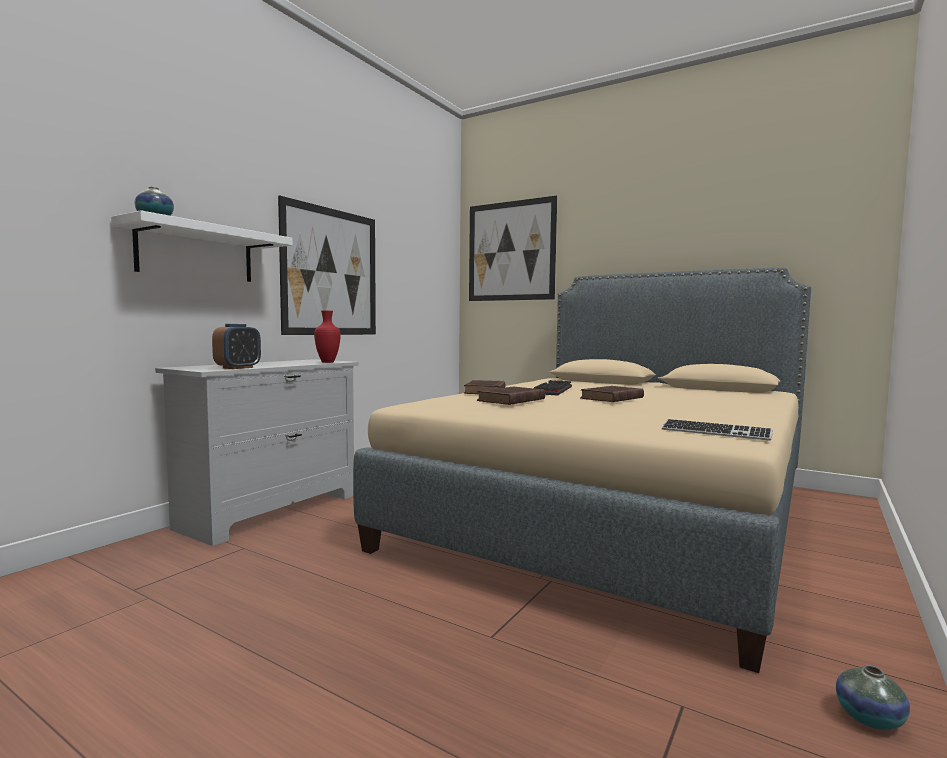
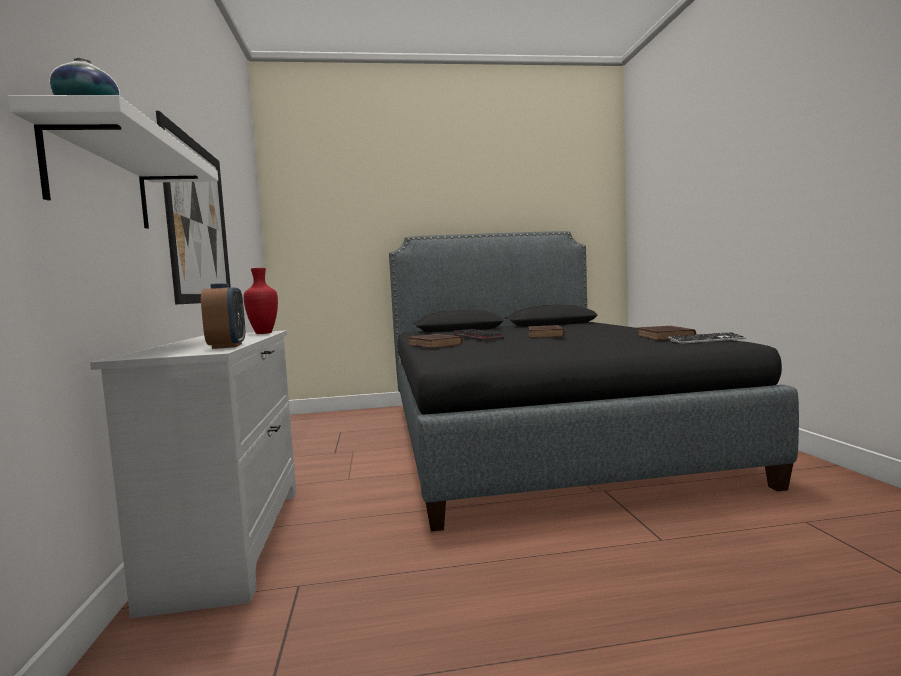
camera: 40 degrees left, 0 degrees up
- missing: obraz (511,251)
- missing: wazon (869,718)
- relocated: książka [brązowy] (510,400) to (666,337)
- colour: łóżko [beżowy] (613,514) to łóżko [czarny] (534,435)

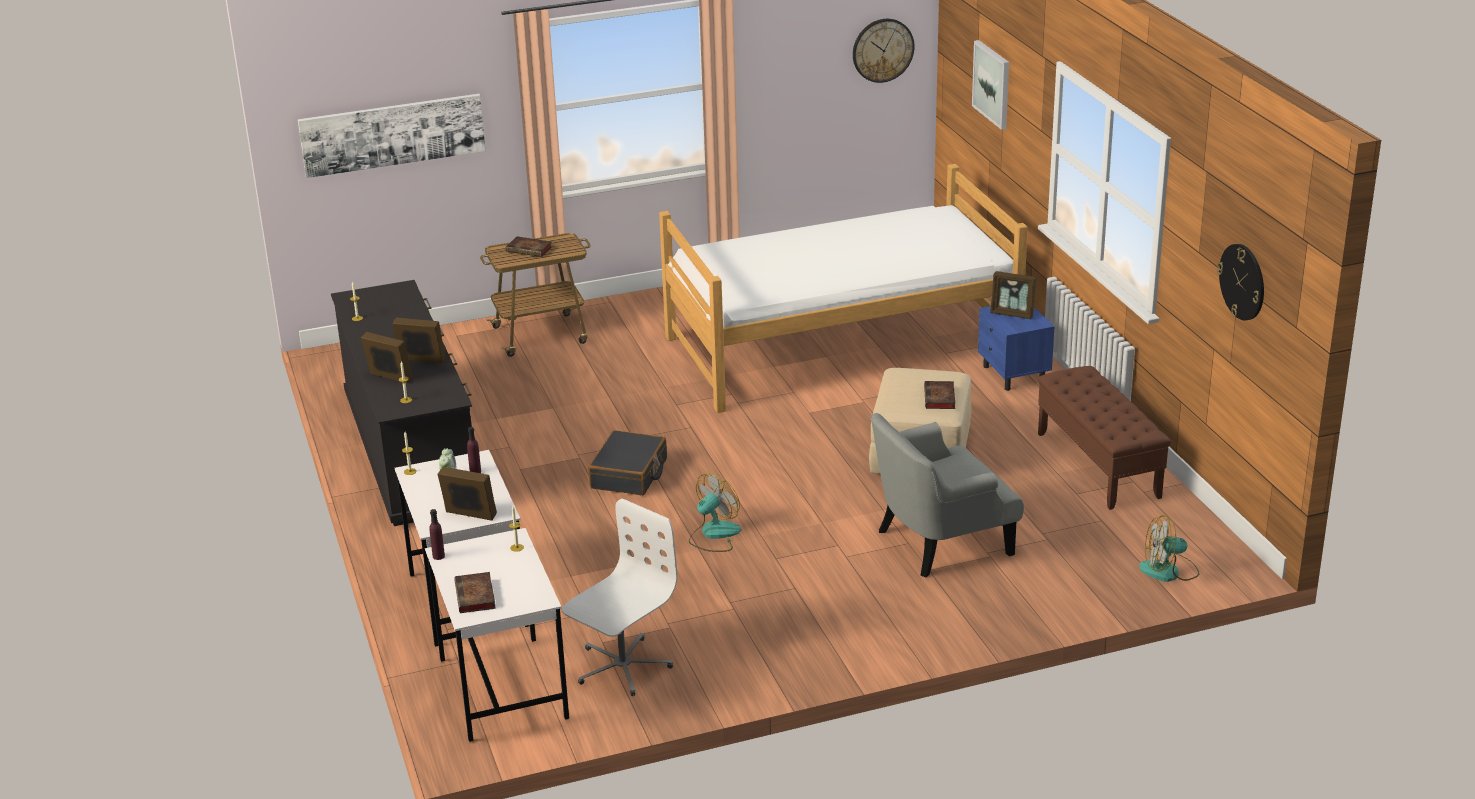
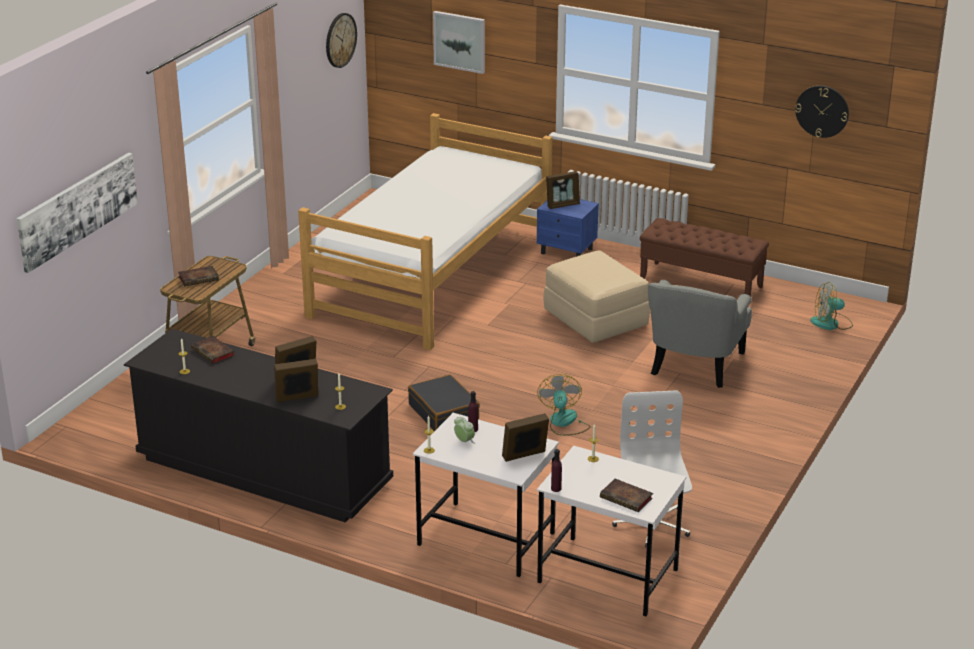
camera: 45 degrees left, 0 degrees up
- relocated: książka (940,398) to (214,353)
- spun: wentylator (1169,571) = (831,323) 45 degrees clockwise

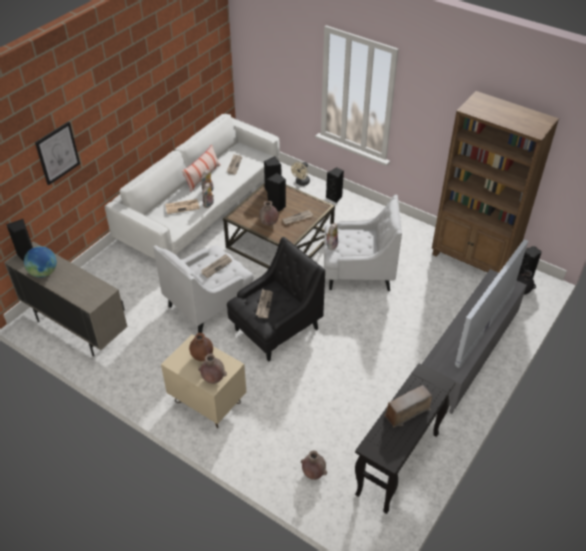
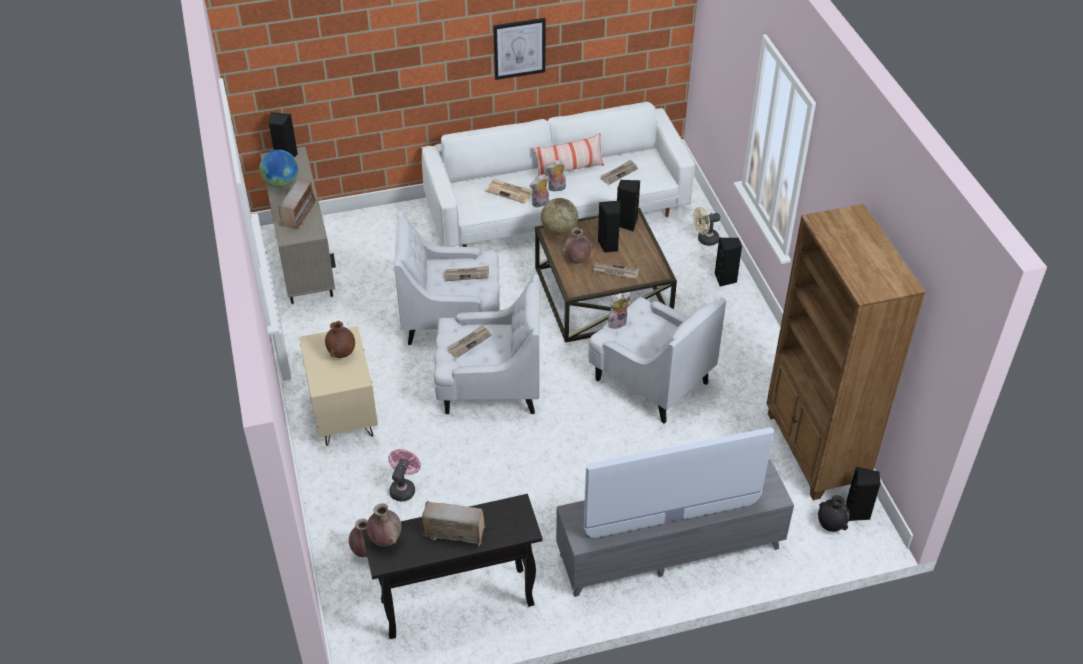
camera: 40 degrees right, 0 degrees up
- appeared: radio (298,214)
- appeared: wentylator [różowy] (404,488)
- appeared: globus (559,231)
- relocated: obraz (57,153) to (519,48)
- relocated: wazon [brązowy] (213,379) to (385,539)
- colour: fotel [czarny] (276,330) to fotel [biały] (489,387)

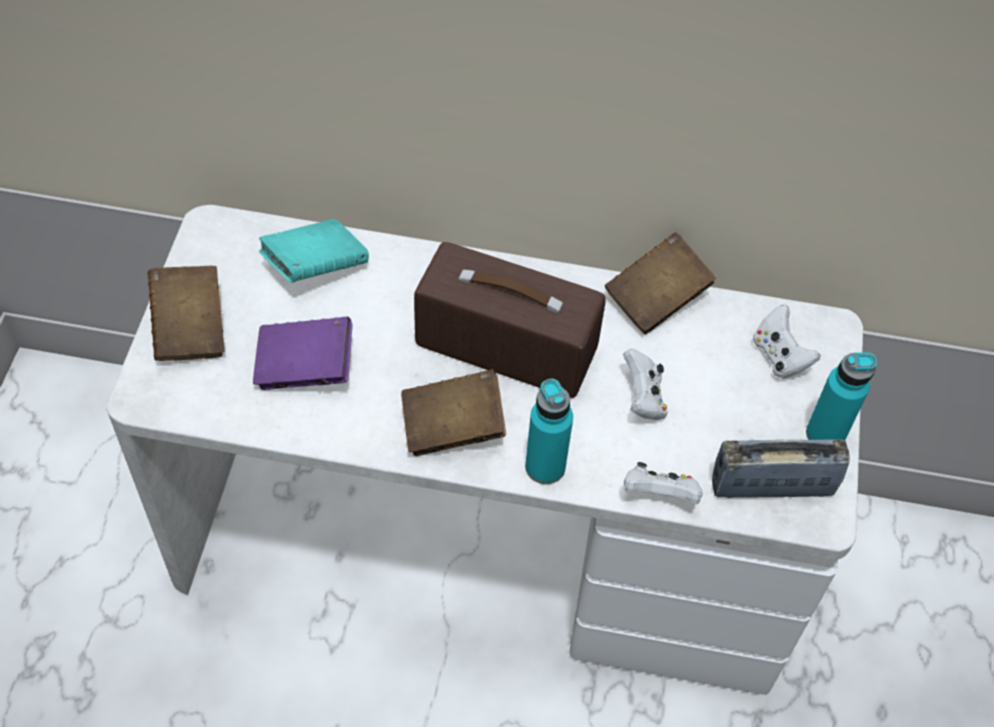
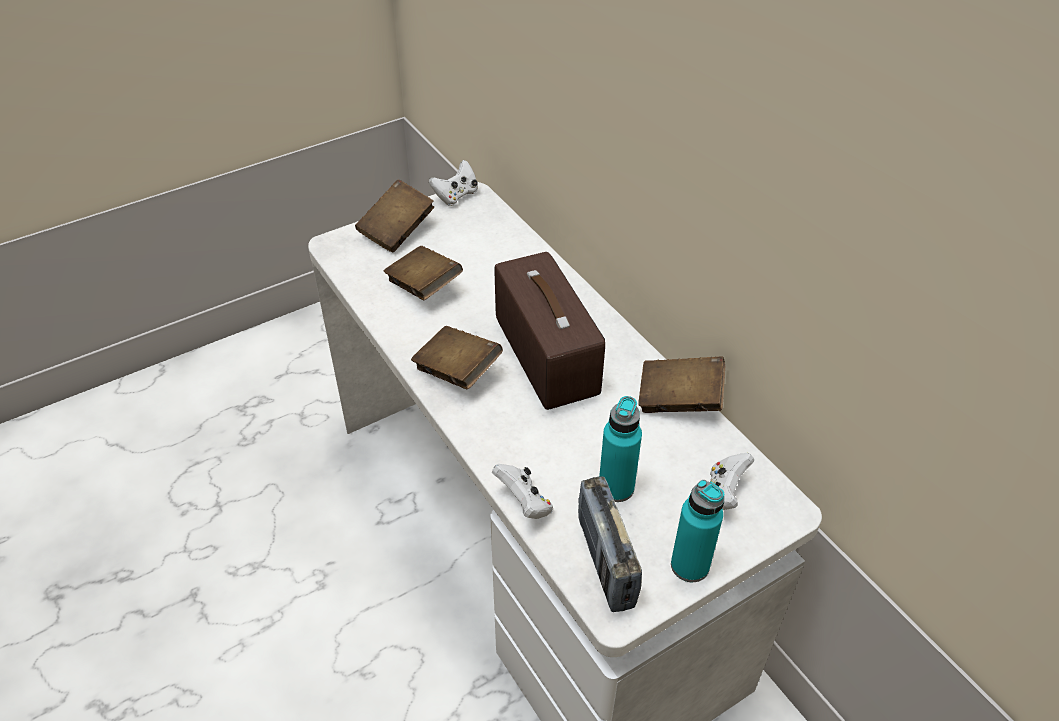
camera: 50 degrees right, 10 degrees down
- missing: książka [turkusowy] (315,266)
- relocated: butelka [turkusowy] (545,467) to (616,487)
- relocated: pad do gier [biały] (643,398) to (456,196)
- colour: książka [fioletowy] (305,368) to książka [brązowy] (424,287)
- spun: radio (771,487) = (605,562) 150 degrees counterclockwise

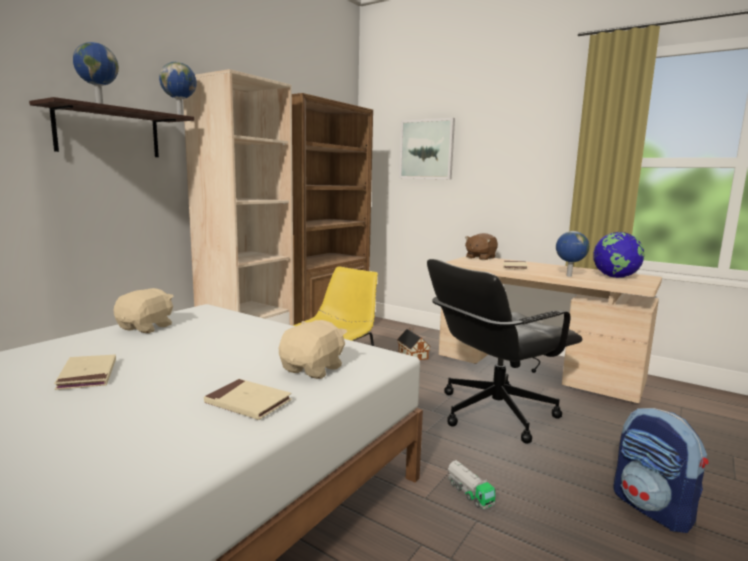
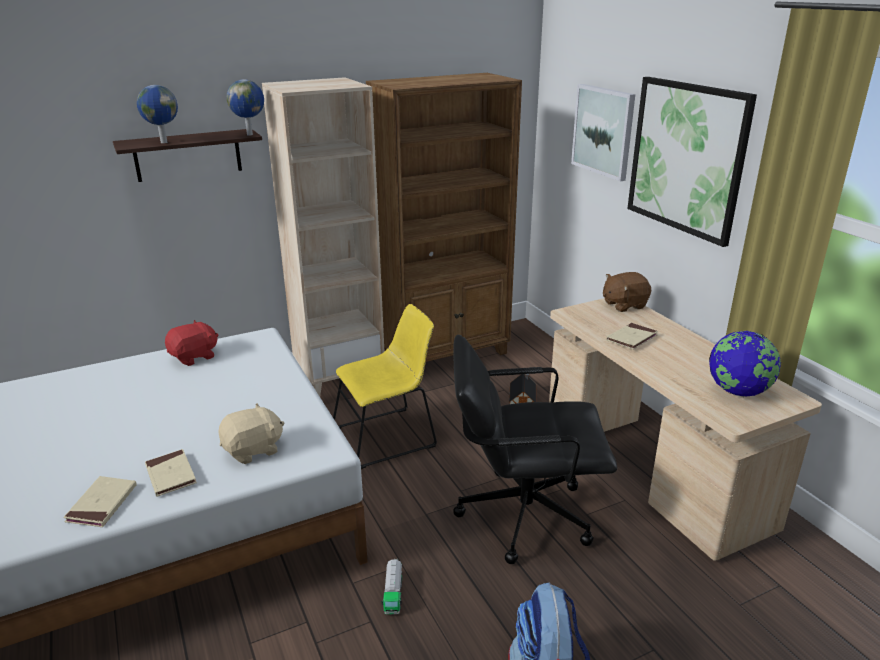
camera: 30 degrees right, 15 degrees up
- missing: globus (568,276)
- appeared: obraz (686,158)
- relocated: książka [beżowy] (87,375) to (102,504)
- colour: pluszak [beżowy] (147,327) to pluszak [czerwony] (194,357)

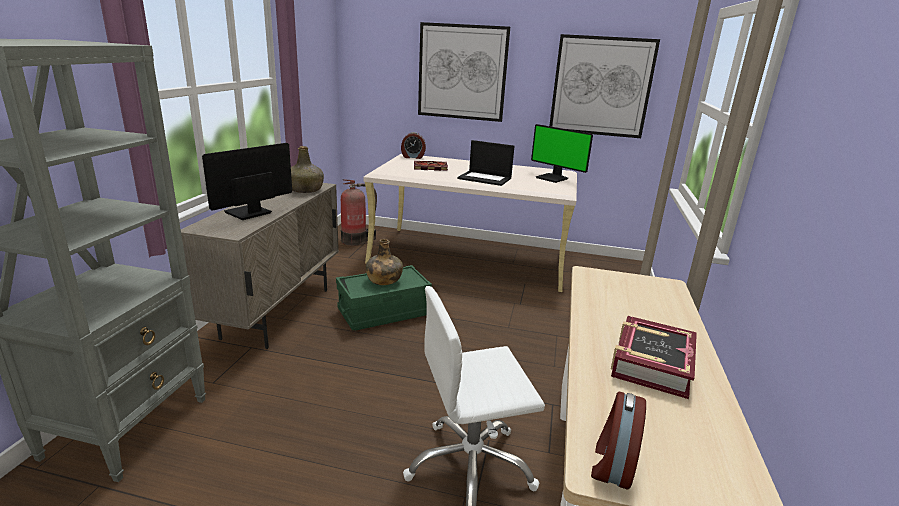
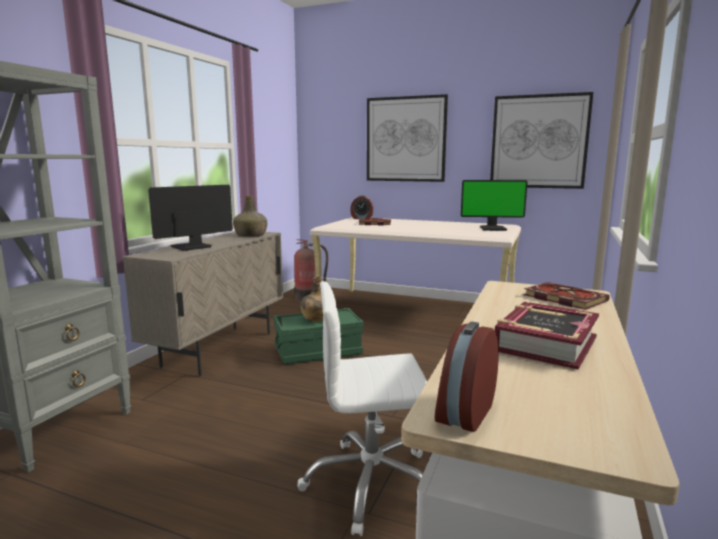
camera: 10 degrees right, 10 degrees down
- missing: laptop (485,178)
- appeared: książka (562,298)
- spun: monitor (553,178) = (493,228) 45 degrees counterclockwise

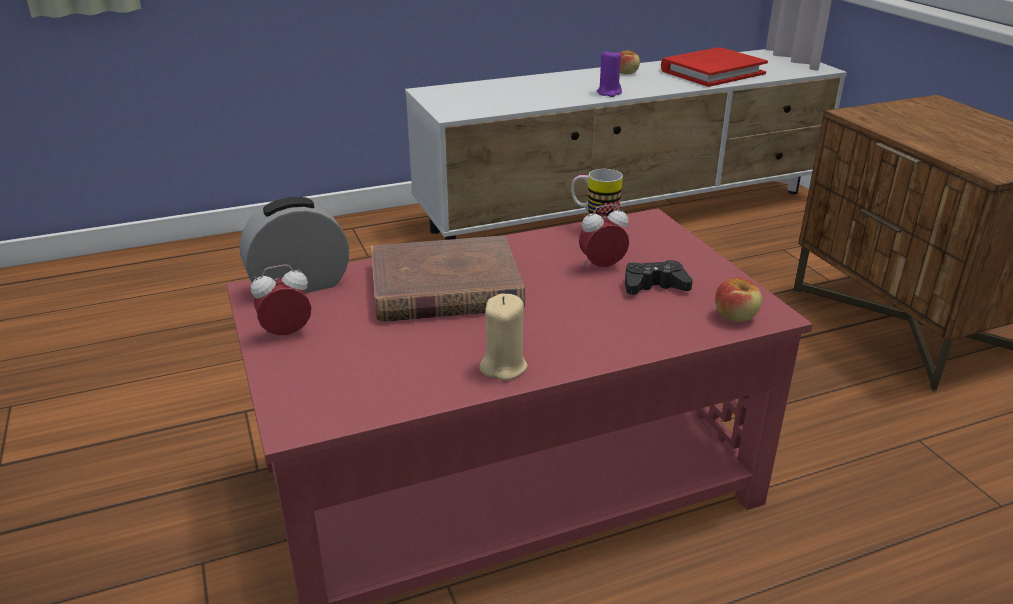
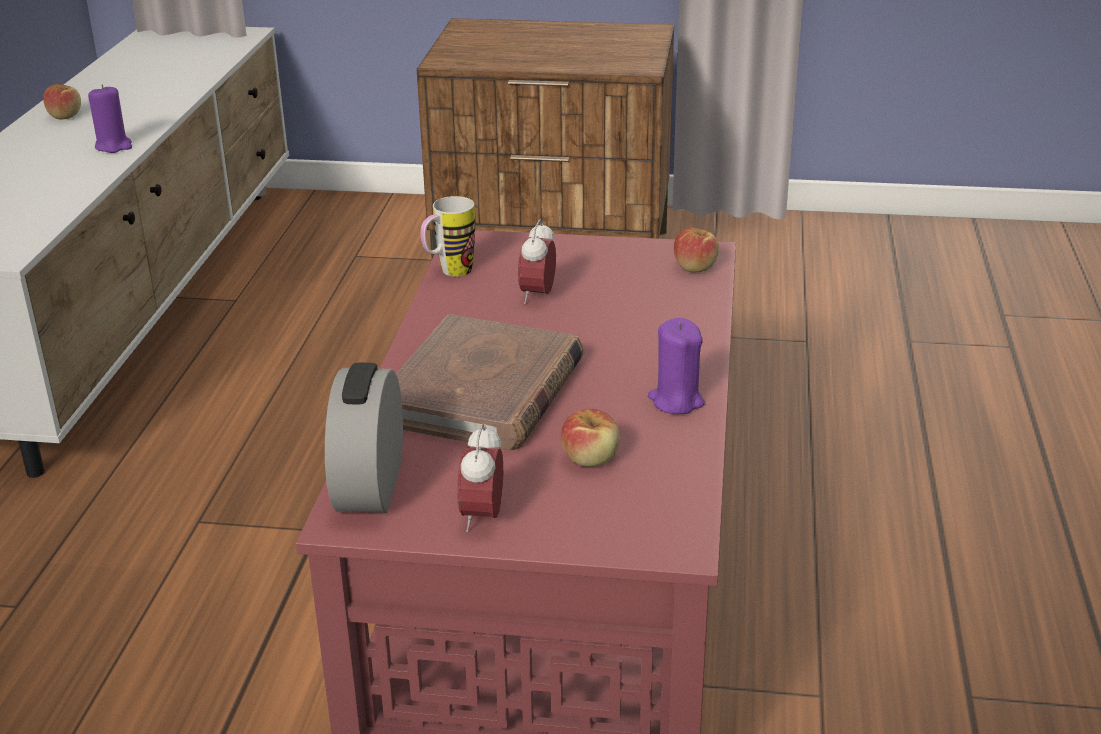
camera: 60 degrees left, 0 degrees up
- missing: pad do gier [czarny] (654,286)
- missing: książka [czerwony] (712,72)
- appeared: jabłko (591,458)
- colour: świeca [beżowy] (503,367) to świeca [fioletowy] (676,401)

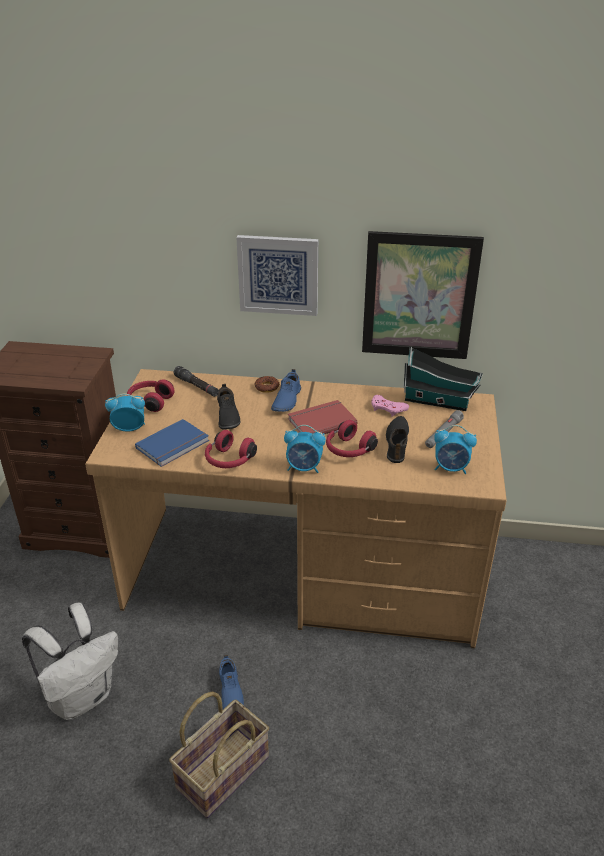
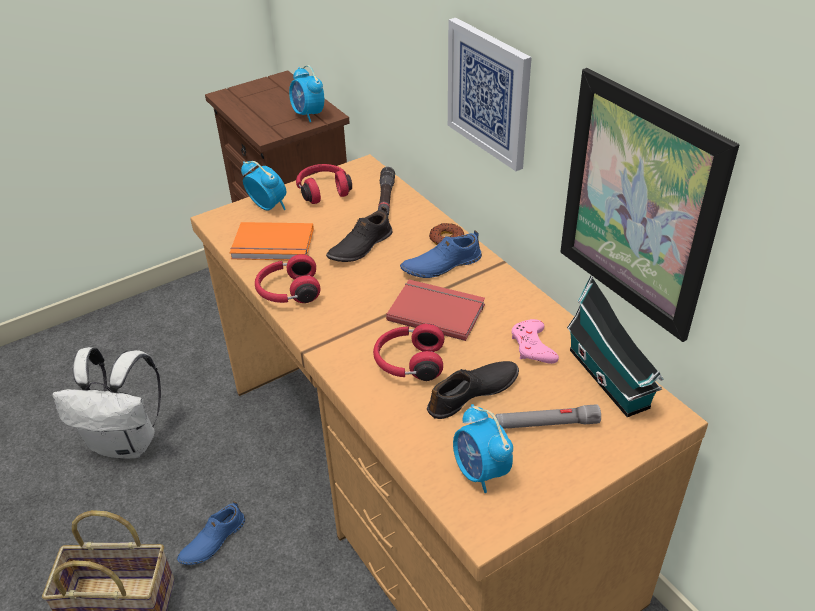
camera: 50 degrees right, 5 degrees up
- relocated: budzik (304,468) to (308,115)
- colour: książka [niebieski] (174,445) to książka [pomarańczowy] (273,245)

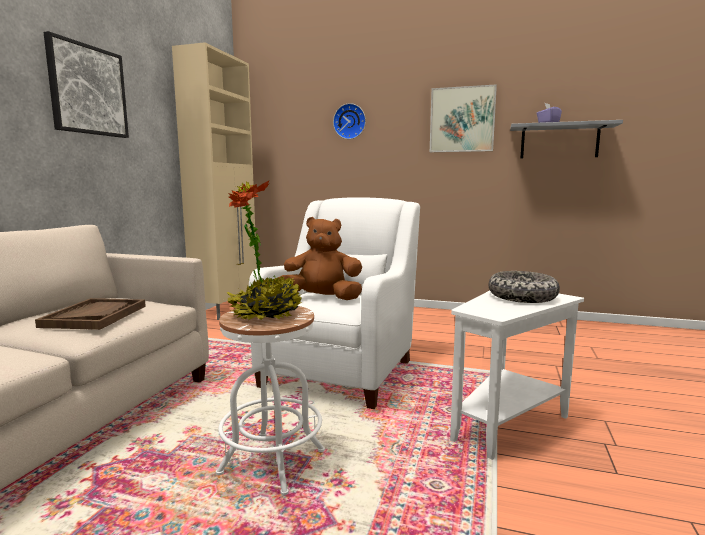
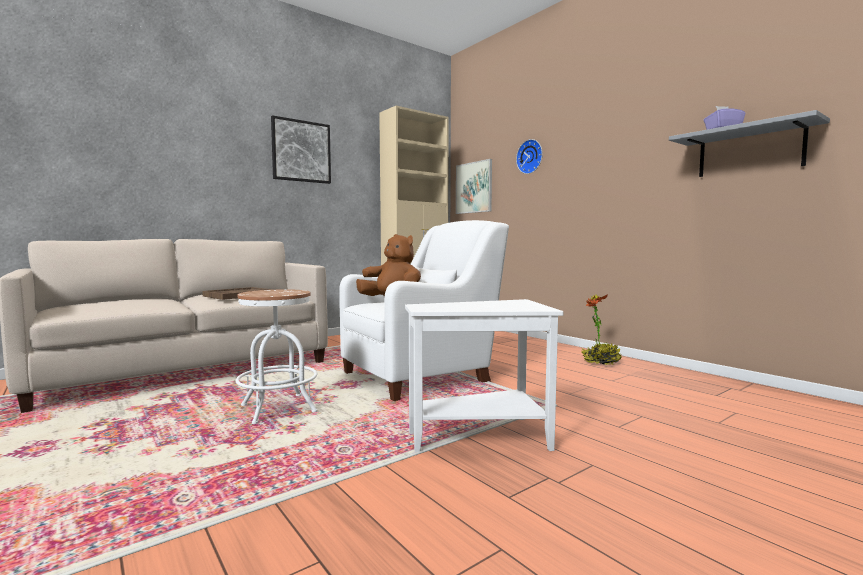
camera: 35 degrees right, 5 degrees down
- missing: miska (522,297)
- relocated: roślina doniczkowa (266,315) to (601,362)
- relocated: obraz (462,119) to (474,187)

